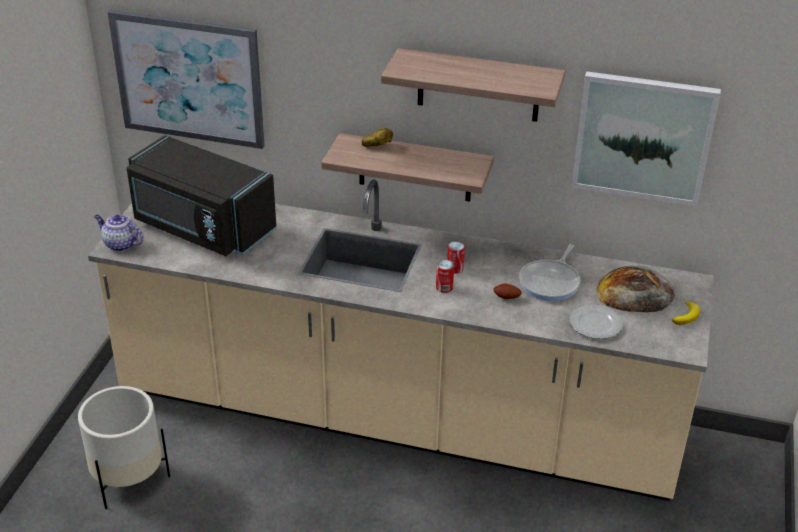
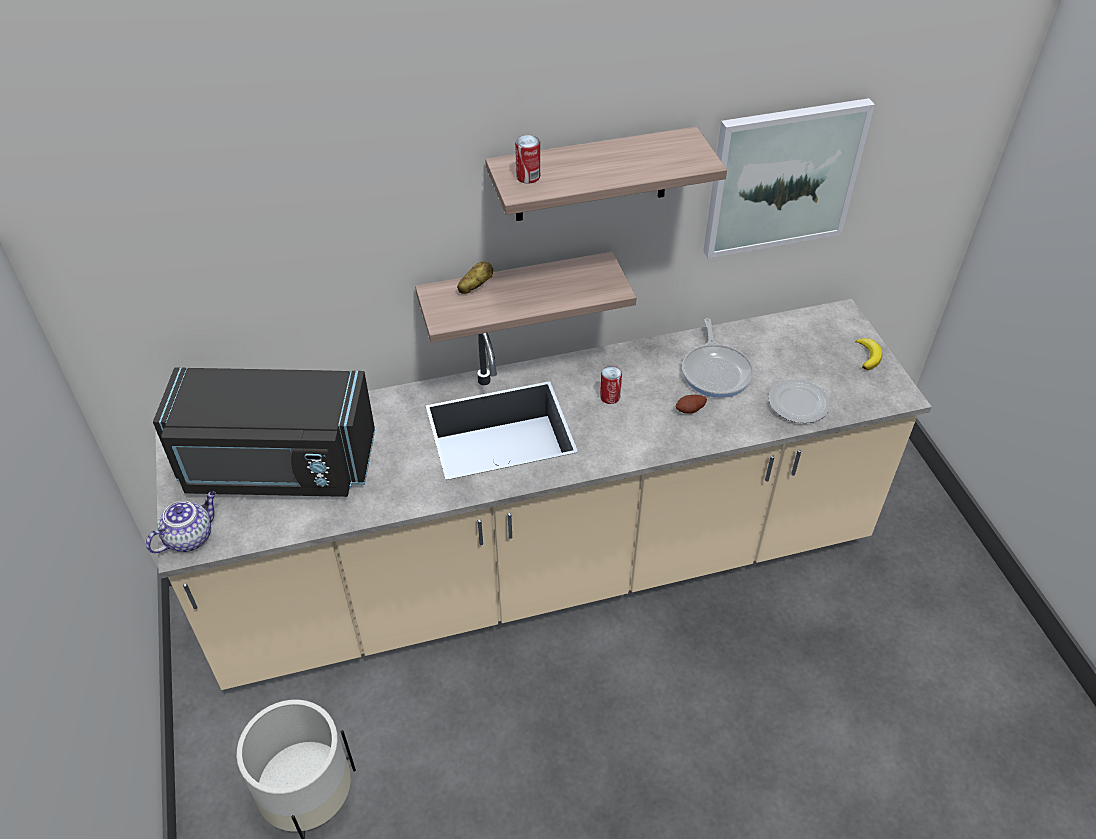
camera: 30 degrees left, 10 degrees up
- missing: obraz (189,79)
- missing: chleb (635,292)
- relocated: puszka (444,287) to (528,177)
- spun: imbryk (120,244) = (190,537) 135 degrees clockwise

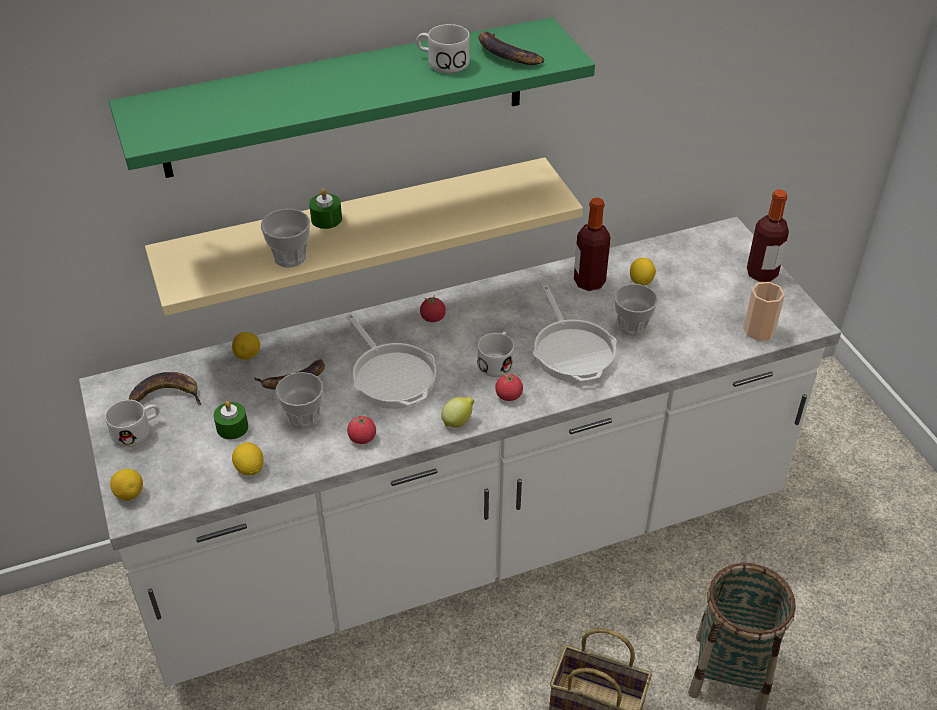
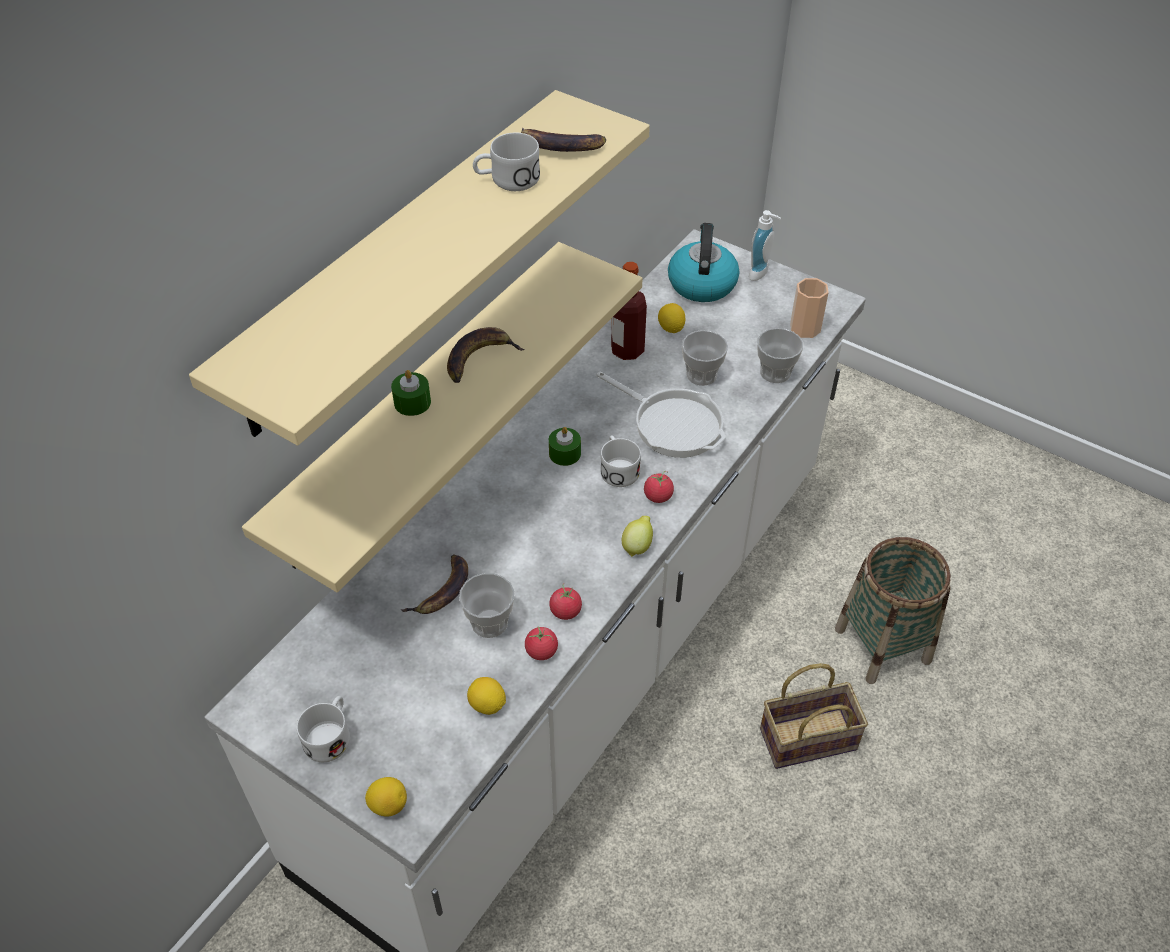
camera: 35 degrees left, 5 degrees up
- missing: cytryna (248,355)
- missing: patelnia (391,375)
- appeared: czajnik (701,283)
- relocated: banan (166,395) to (479,358)
- relocated: świeca [zielony] (232,427) to (565,453)
- relocated: filiżanka (290,257) to (775,372)
- relocated: pomidor (433,318) to (541,651)
- exchanged: butelka (761,273) to dozownik mydła (761,274)
- colour: półka [zielony] (345,98) to półka [beżowy] (401,260)

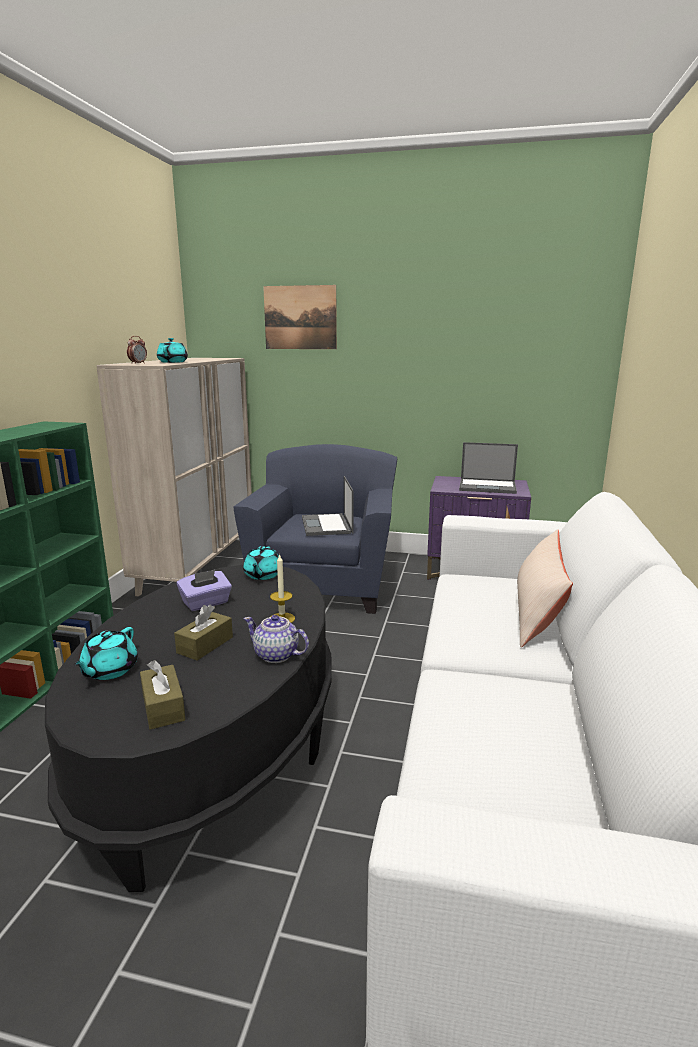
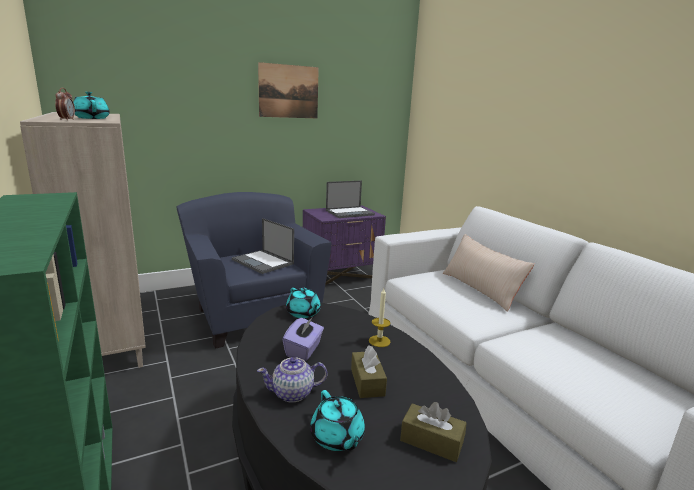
camera: 40 degrees left, 0 degrees up
- relocated: imbryk (276,655) to (293,393)
- relocated: obraz (300,317) to (289,91)

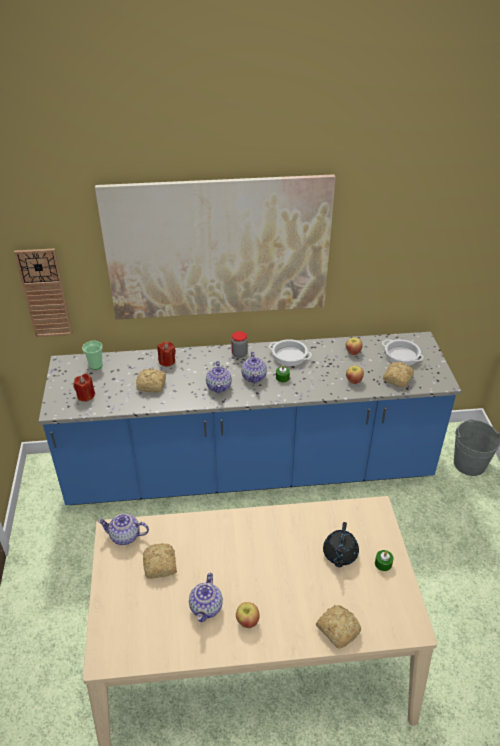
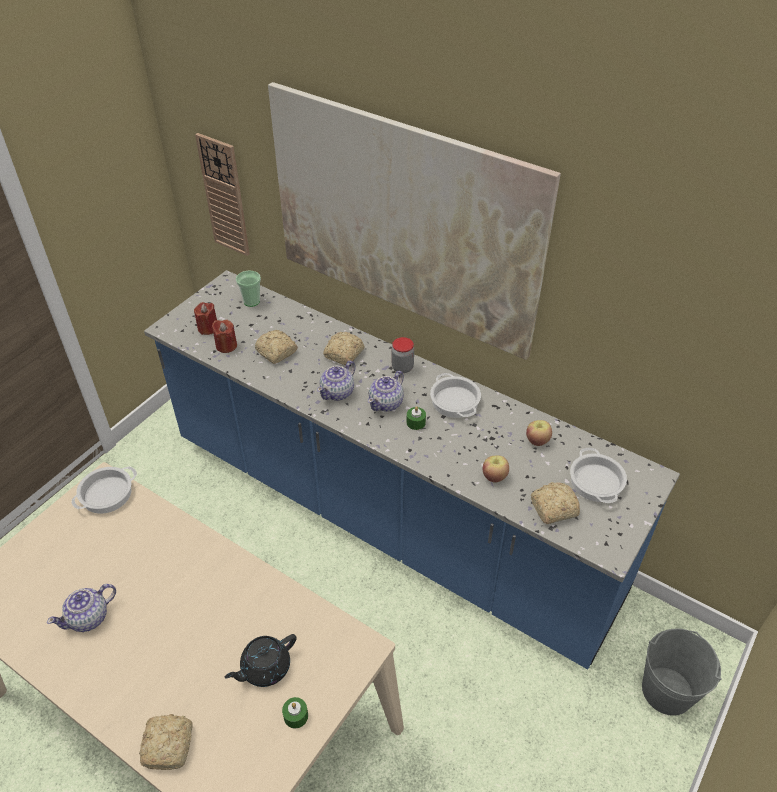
camera: 40 degrees right, 5 degrees up
- missing: jabłko (247,621)
- relocated: chleb (159,566) to (343,354)
- relocated: świeca [czerwony] (167,361) to (226,346)
- exchanged: imbryk (125,536) to garnek (106,494)

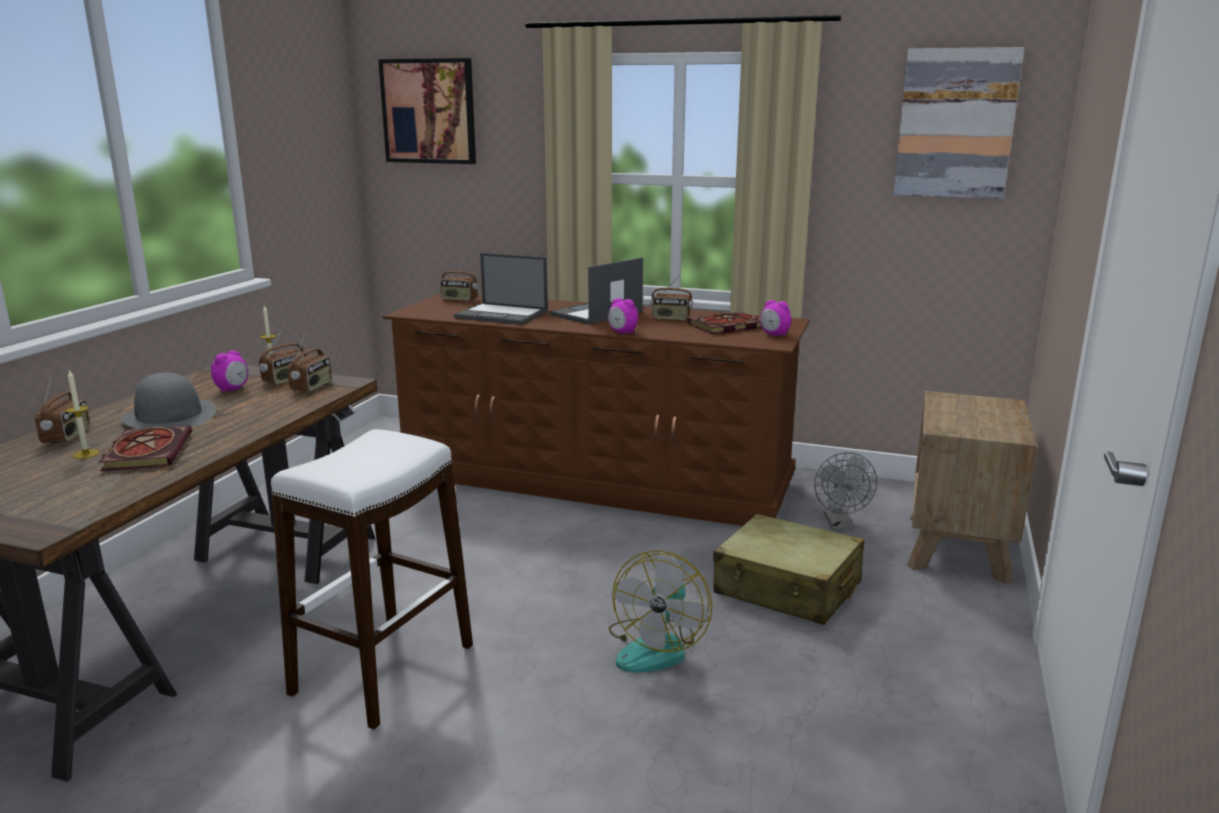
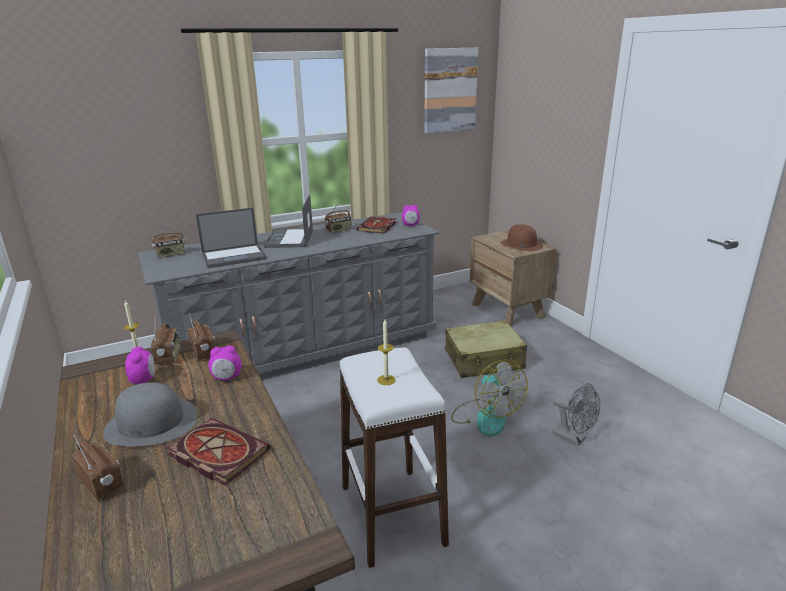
camera: 45 degrees left, 5 degrees up
- missing: obraz (429,111)
- appeared: kapelusz [brązowy] (521,244)
- relocated: świeca (86,454) to (386,380)
- relocated: budzik (622,332) to (227,378)
- relocated: wentylator [szary] (840,524) to (574,438)
- colour: komoda [brązowy] (595,480) to komoda [szary] (304,349)

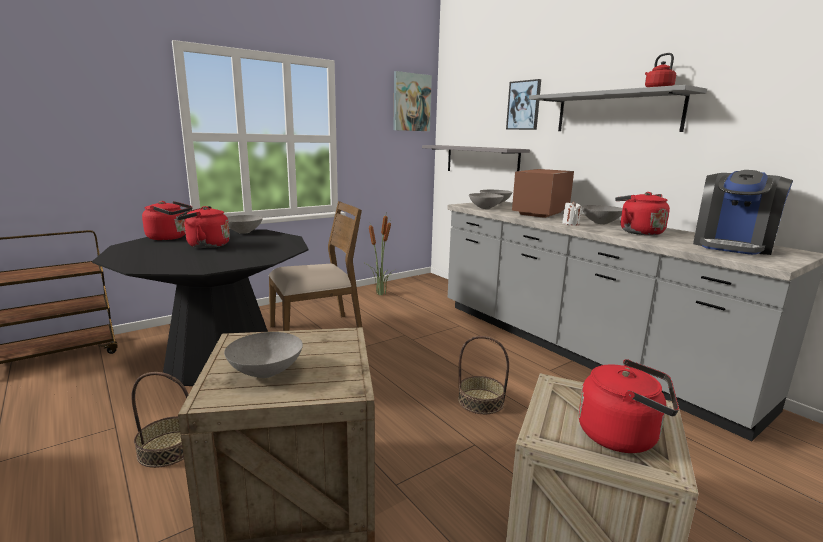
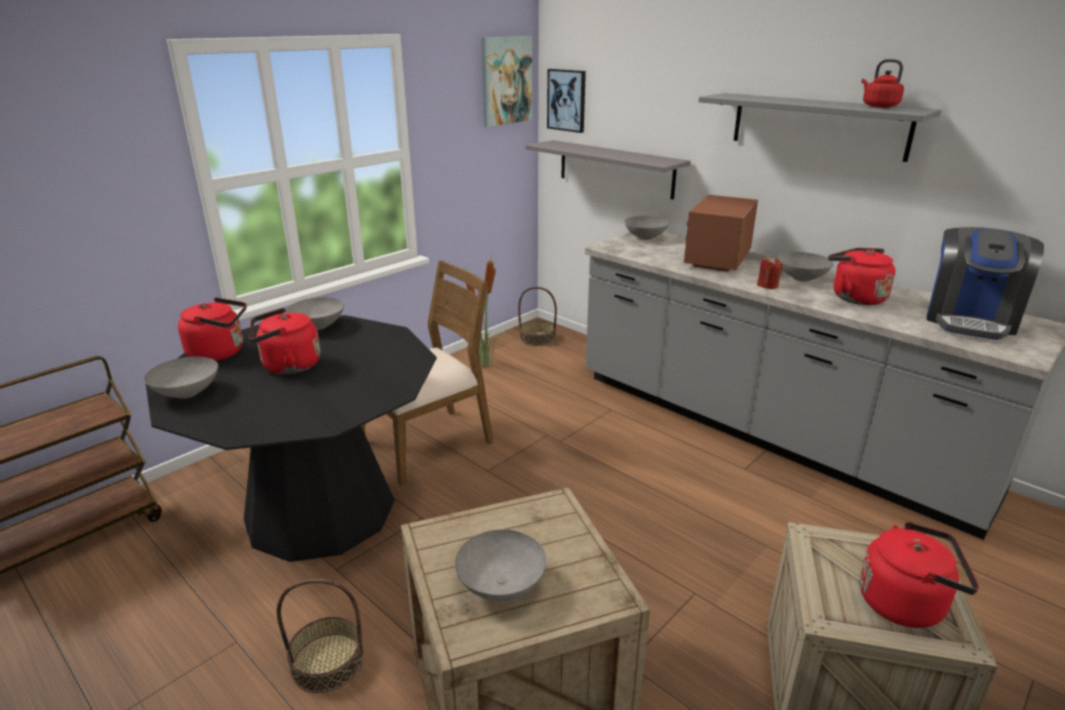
camera: 10 degrees left, 10 degrees up
- relocated: koszyk (481,401) to (537,338)
- relocated: miska [szary] (485,208) to (188,393)
- relocated: obraz (524,105) to (567,100)
- colour: świeca [biały] (570,224) to świeca [czerwony] (767,285)

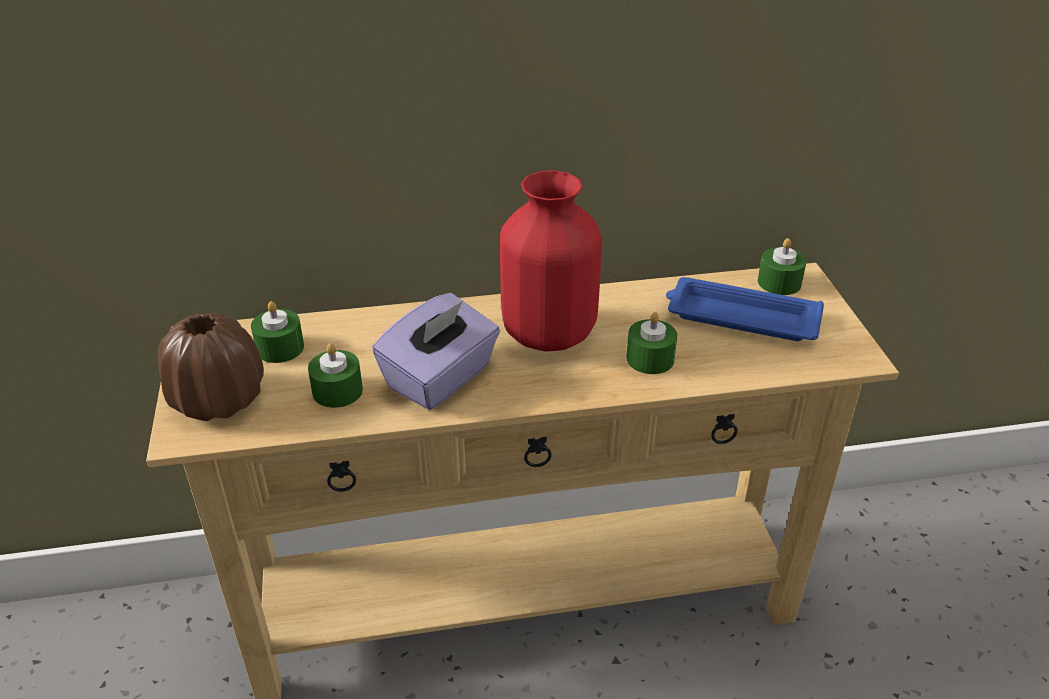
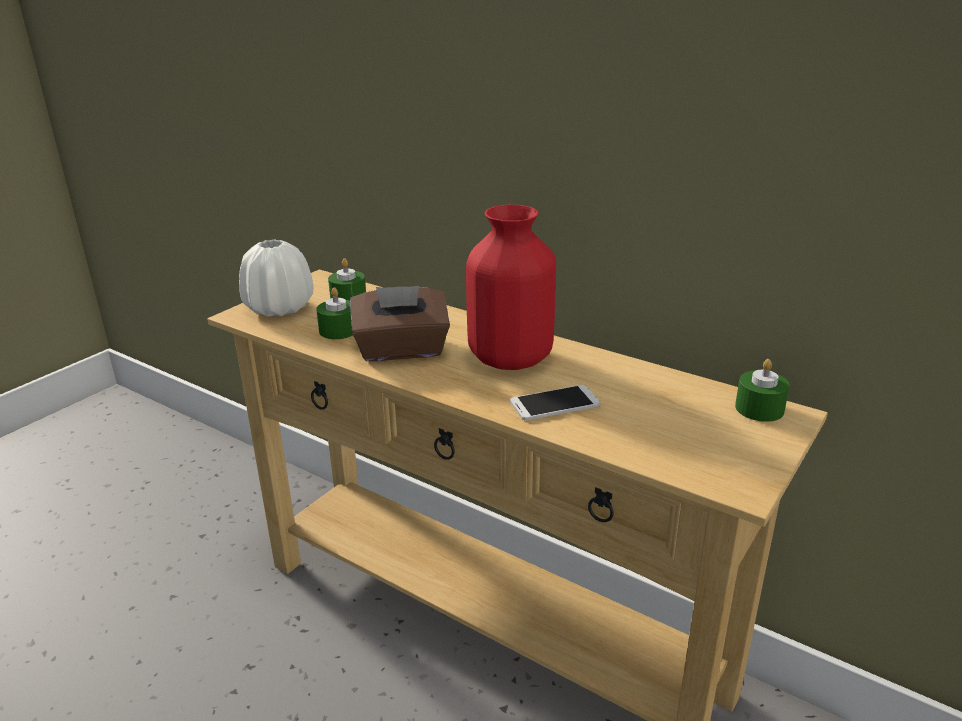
camera: 45 degrees right, 10 degrees down
- missing: taca [niebieski] (740,317)
- exchanged: świeca [zielony] (650,359) to telefon (555,403)
- colour: wazon [brązowy] (218,399) to wazon [biały] (279,308)
- colour: pudełko chusteczek [fioletowy] (441,378) to pudełko chusteczek [brązowy] (402,350)

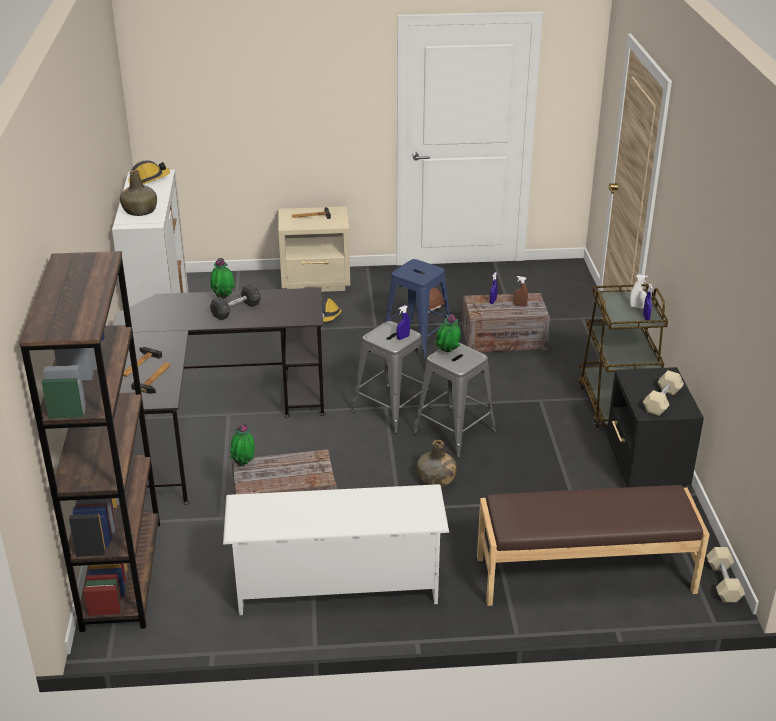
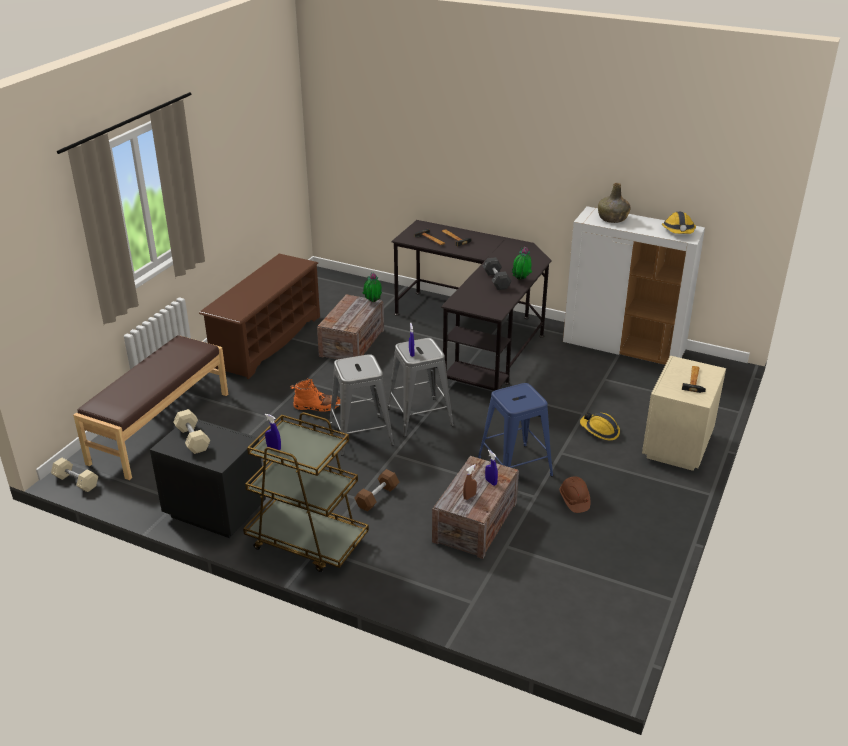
camera: 120 degrees right, 0 degrees up
- missing: regał [brązowy] (122,574)
- missing: roślina doniczkowa (447,353)
- missing: spryskiwacz [biały] (637,307)
- appeared: hantel [brązowy] (377,497)
- exchanged: butelka [zielony] (436,479) to but z cholewką [pomarańczowy] (317,406)
- colour: regał na buty [biały] (337,585) to regał na buty [brązowy] (267,341)

